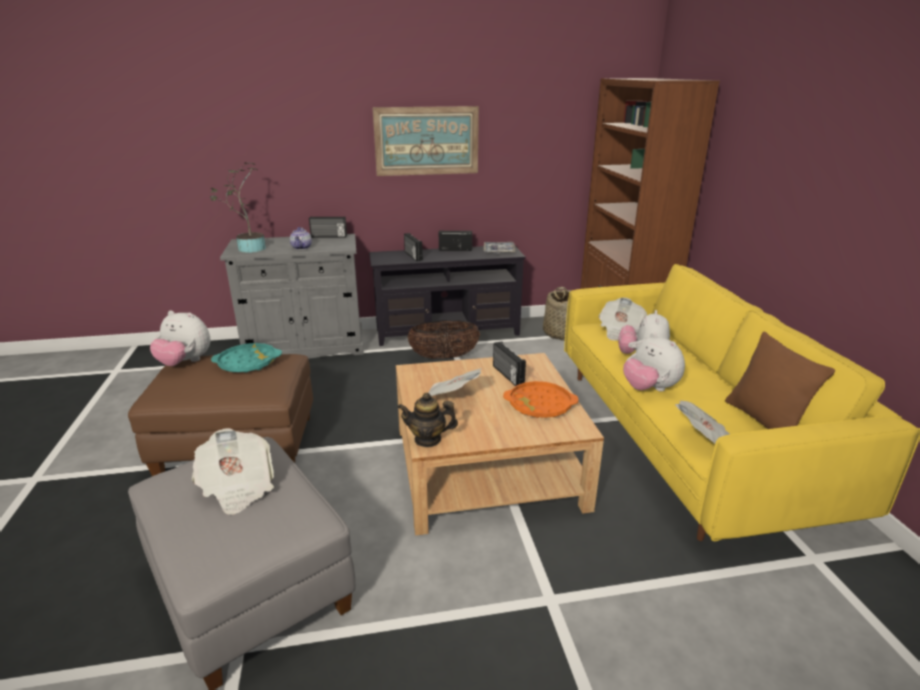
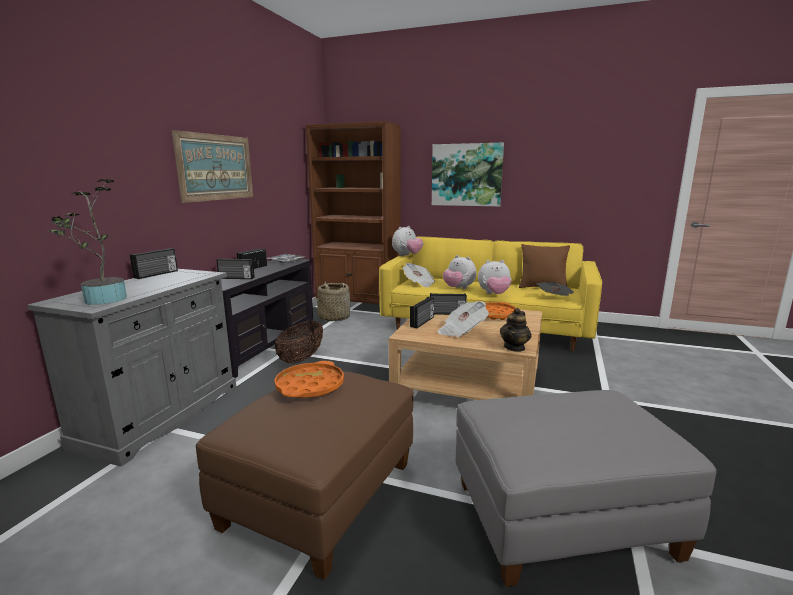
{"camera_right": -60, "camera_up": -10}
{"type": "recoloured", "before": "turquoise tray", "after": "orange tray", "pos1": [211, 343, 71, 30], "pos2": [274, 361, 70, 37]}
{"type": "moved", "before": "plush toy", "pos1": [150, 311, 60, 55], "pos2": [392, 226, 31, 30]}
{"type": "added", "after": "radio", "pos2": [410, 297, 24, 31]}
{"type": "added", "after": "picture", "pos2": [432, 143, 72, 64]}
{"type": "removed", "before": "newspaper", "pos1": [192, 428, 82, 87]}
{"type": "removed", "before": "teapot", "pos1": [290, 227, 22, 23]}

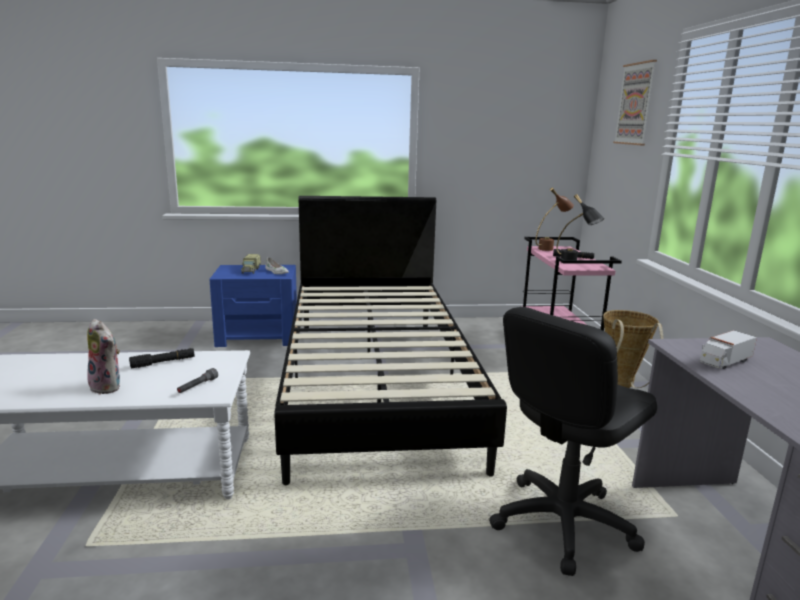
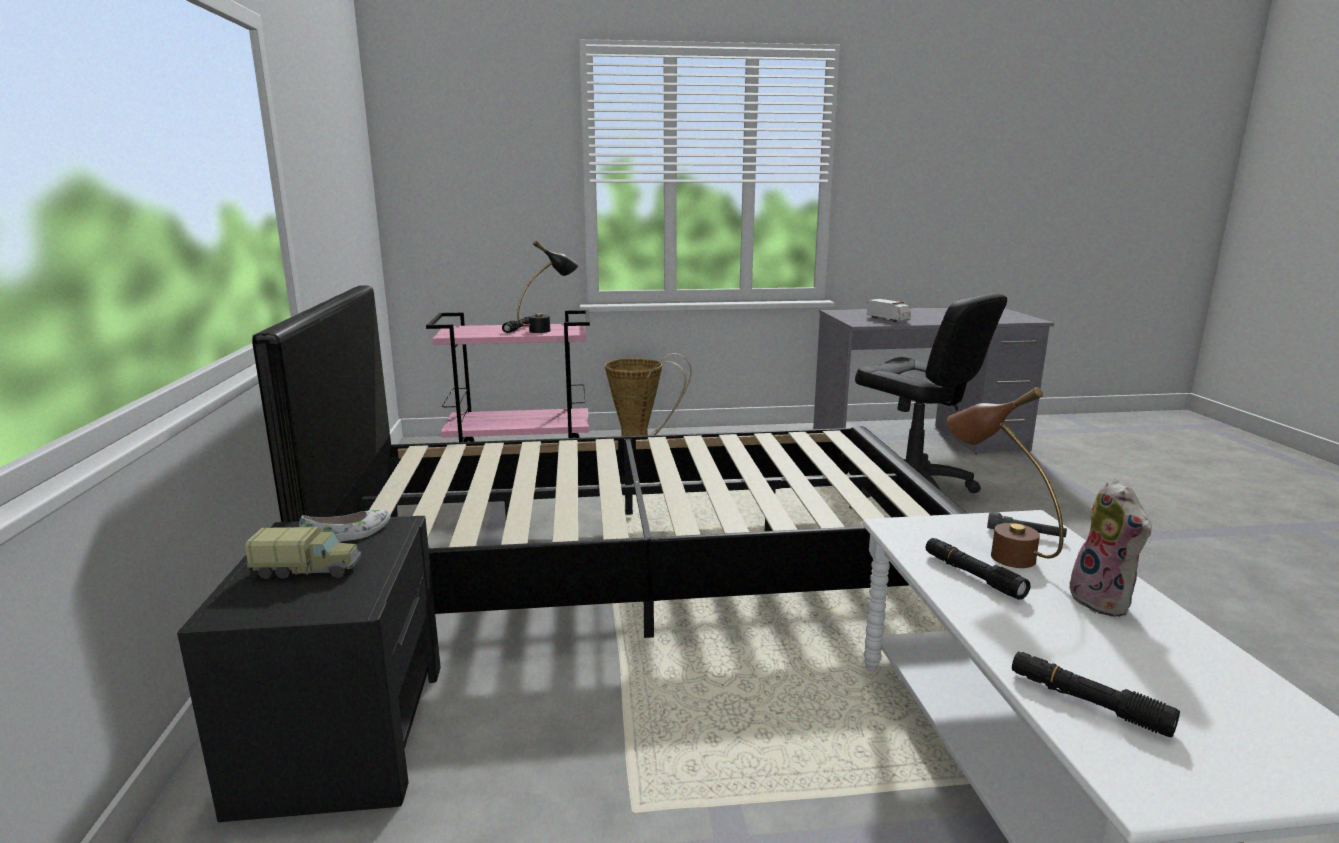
{"camera_right": -90, "camera_up": 0}
{"type": "recoloured", "before": "blue nightstand", "after": "black nightstand", "pos1": [209, 265, 88, 82], "pos2": [177, 516, 264, 306]}
{"type": "moved", "before": "brown table lamp", "pos1": [535, 187, 39, 64], "pos2": [947, 387, 117, 181]}
{"type": "added", "after": "black flashlight", "pos2": [1012, 651, 168, 86]}
{"type": "turned", "before": "plush toy", "pos1": [86, 319, 35, 76], "pos2": [1063, 479, 89, 138], "turn": 135}
{"type": "removed", "before": "picture", "pos1": [613, 60, 44, 85]}

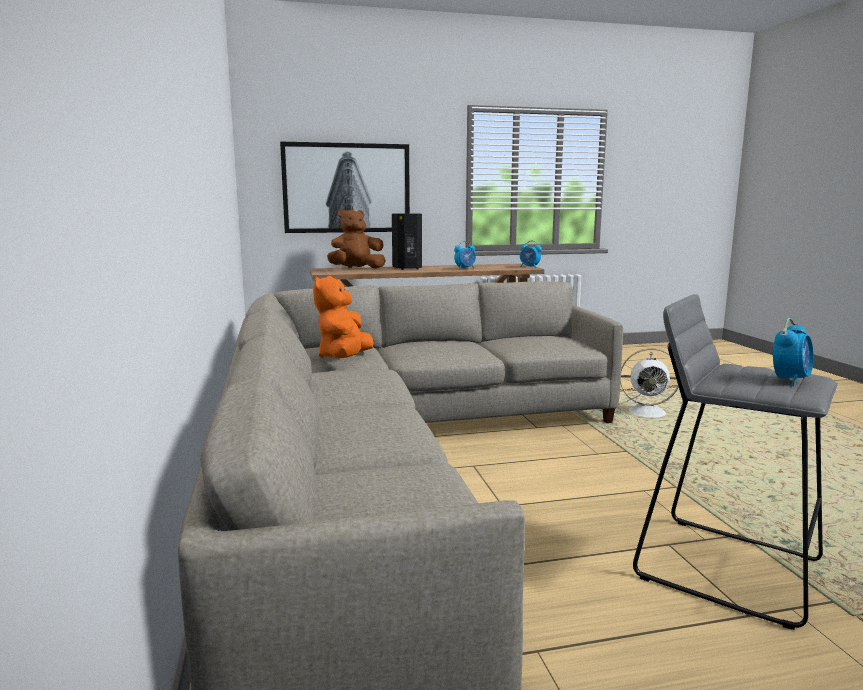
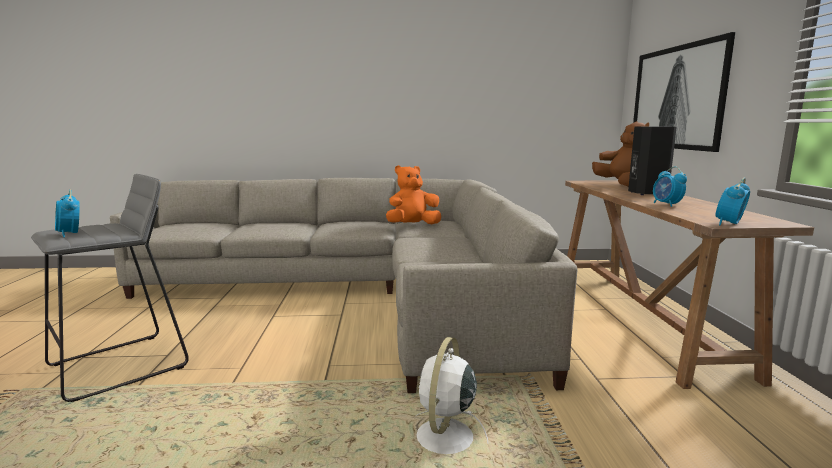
{"camera_right": 100, "camera_up": 0}
{"type": "turned", "before": "orange plush toy", "pos1": [313, 276, 61, 82], "pos2": [386, 165, 55, 59], "turn": -45}

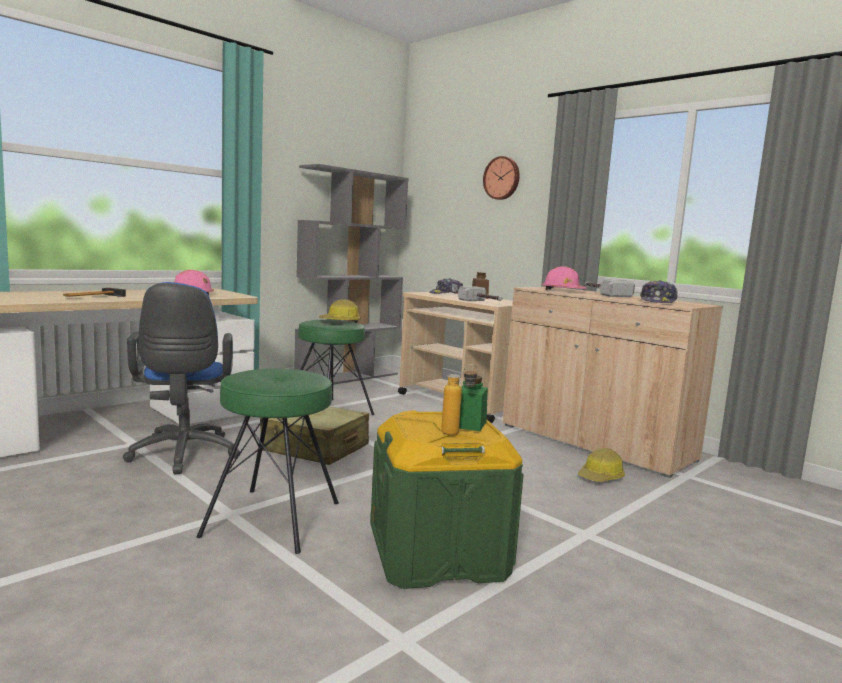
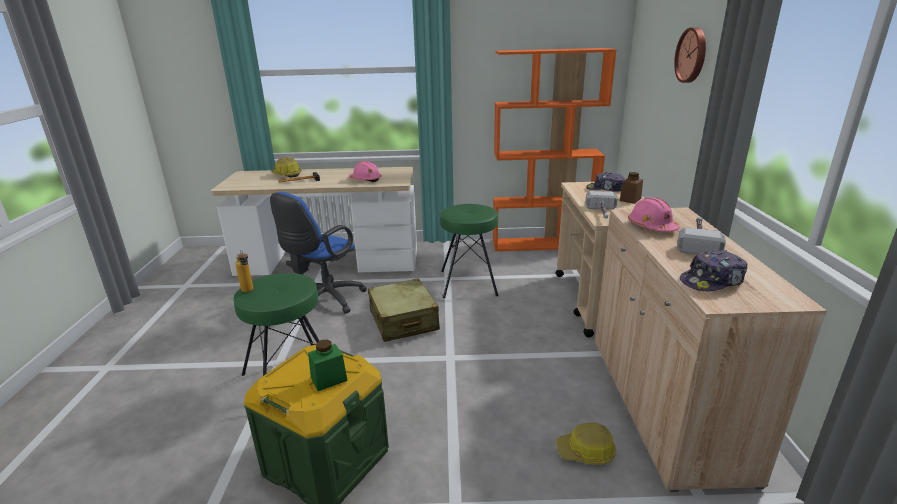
{"camera_right": 45, "camera_up": 15}
{"type": "moved", "before": "bottle", "pos1": [441, 364, 38, 71], "pos2": [235, 250, 18, 42]}
{"type": "moved", "before": "hard hat", "pos1": [319, 299, 42, 24], "pos2": [271, 157, 31, 21]}
{"type": "recoloured", "before": "grey bookcase", "after": "orange bookcase", "pos1": [294, 164, 114, 221], "pos2": [493, 48, 124, 203]}

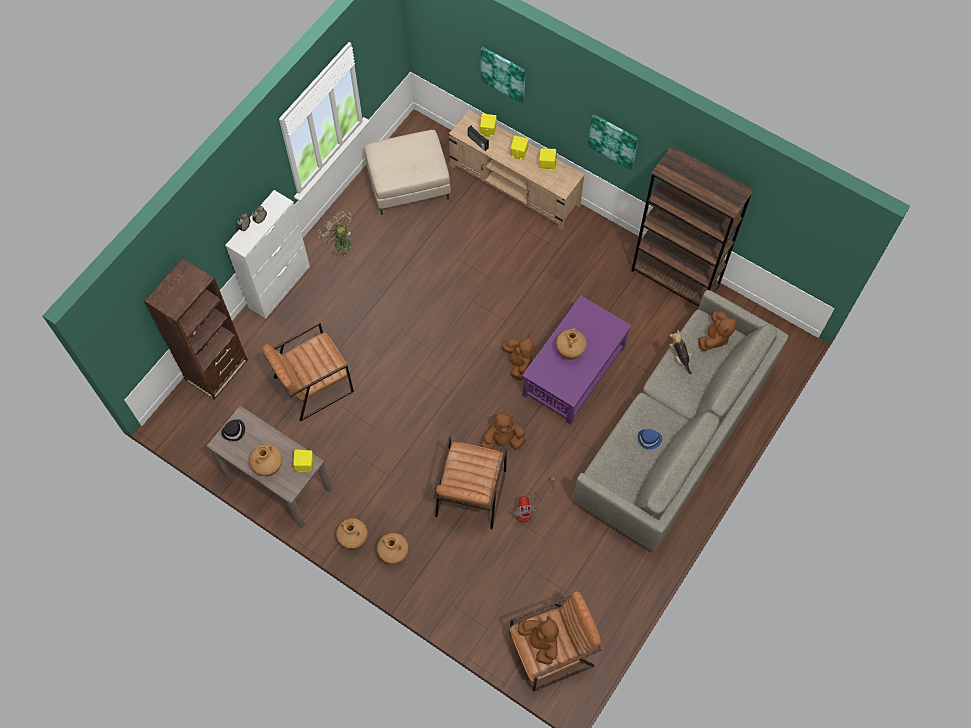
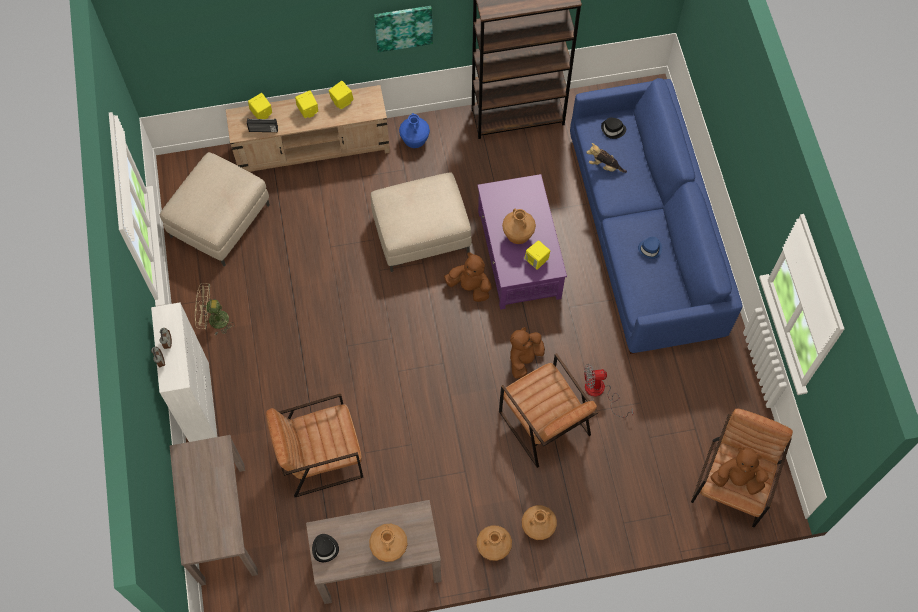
{"camera_right": -45, "camera_up": 0}
{"type": "replaced", "before": "brown bookcase", "after": "brown console table", "pos1": [144, 258, 104, 142], "pos2": [170, 435, 88, 151]}
{"type": "turned", "before": "brown armchair", "pos1": [262, 322, 92, 100], "pos2": [266, 393, 98, 104], "turn": 60}
{"type": "added", "after": "beige ottoman", "pos2": [371, 173, 101, 99]}
{"type": "added", "after": "blue vase", "pos2": [399, 113, 31, 35]}
{"type": "moved", "before": "yellow speaker", "pos1": [293, 450, 20, 22], "pos2": [524, 240, 26, 29]}
{"type": "recoloured", "before": "grey sofa", "after": "blue sofa", "pos1": [573, 290, 215, 261], "pos2": [570, 78, 172, 276]}
{"type": "turned", "before": "fan", "pos1": [514, 477, 41, 45], "pos2": [584, 364, 49, 53], "turn": 135}
{"type": "replaced", "before": "brown plush toy", "after": "black hat", "pos1": [698, 311, 39, 40], "pos2": [601, 117, 25, 22]}
{"type": "removed", "before": "picture", "pos1": [481, 47, 44, 56]}

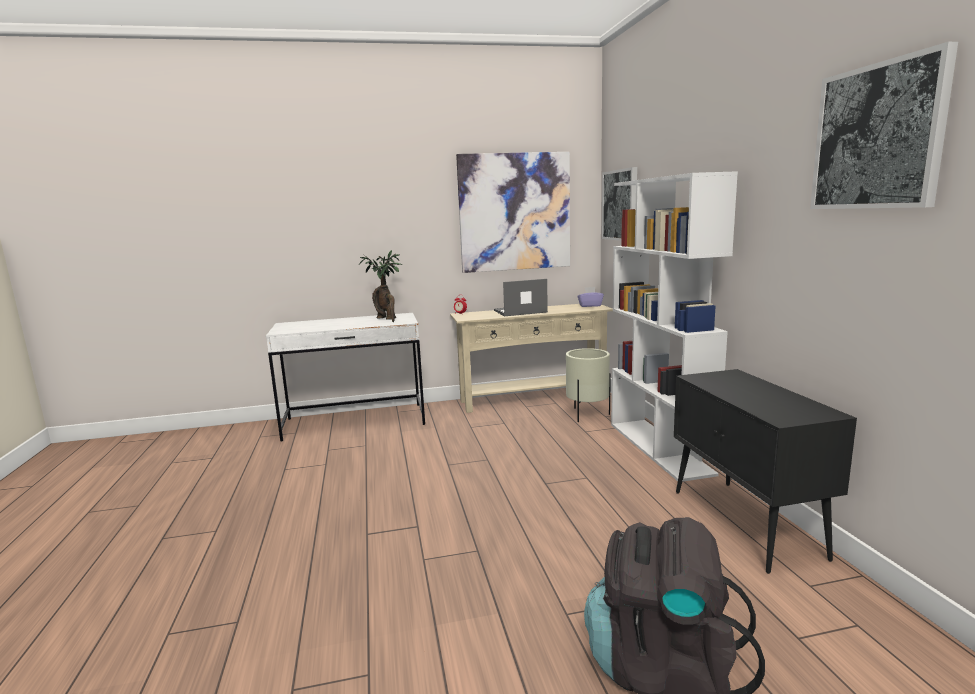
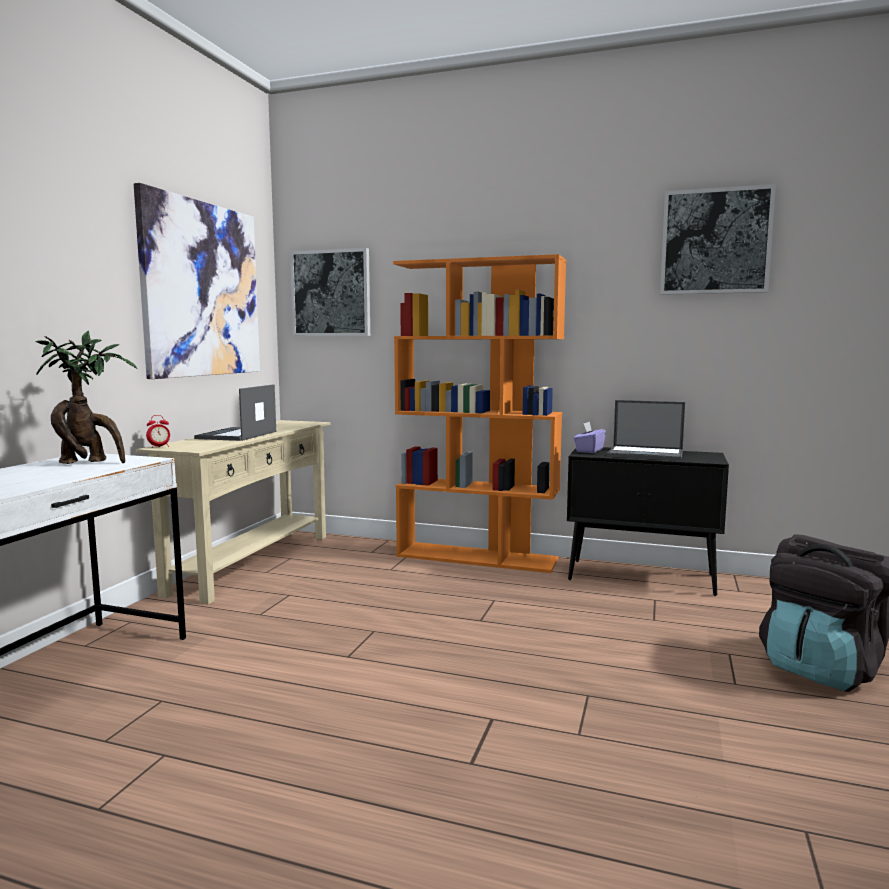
{"camera_right": -60, "camera_up": -5}
{"type": "recoloured", "before": "white bookcase", "after": "orange bookcase", "pos1": [611, 171, 127, 311], "pos2": [393, 254, 173, 319]}
{"type": "moved", "before": "purple tissue box", "pos1": [577, 287, 27, 20], "pos2": [573, 422, 33, 31]}
{"type": "added", "after": "laptop", "pos2": [607, 400, 78, 61]}
{"type": "removed", "before": "beige planter", "pos1": [566, 348, 45, 74]}

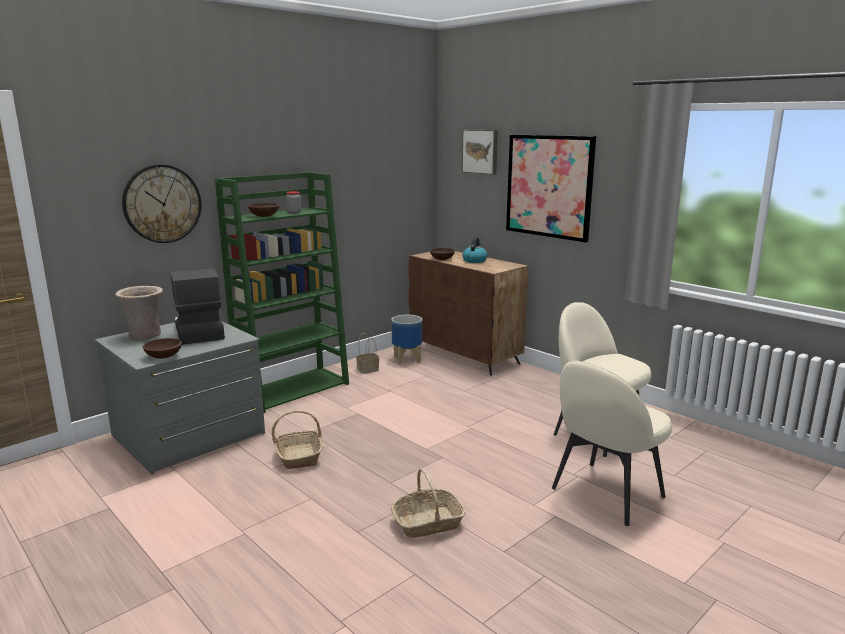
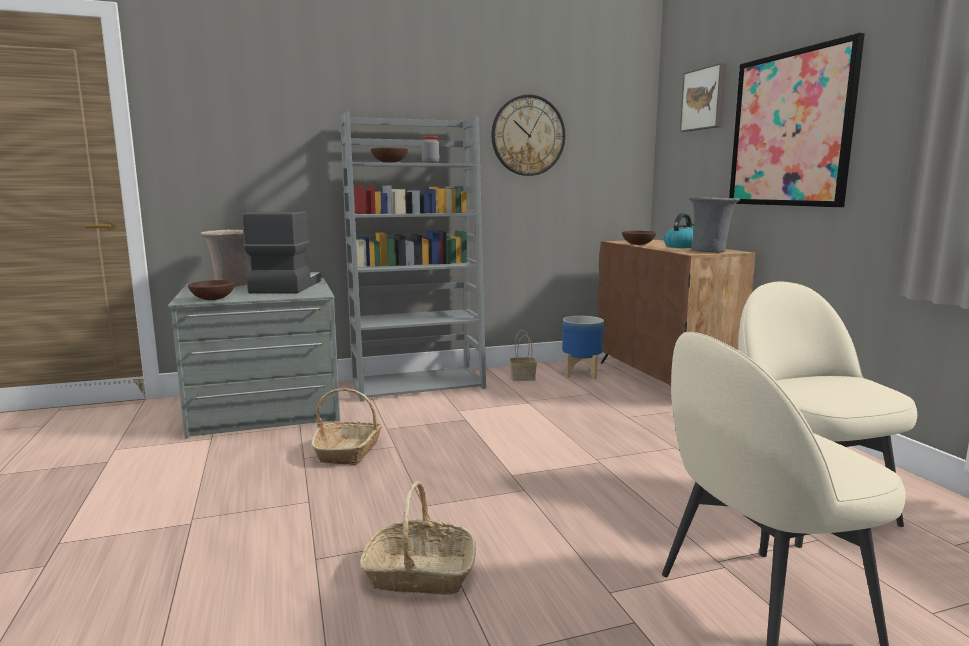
{"camera_right": 25, "camera_up": -5}
{"type": "recoloured", "before": "green bookcase", "after": "grey bookcase", "pos1": [215, 172, 134, 241], "pos2": [340, 112, 146, 290]}
{"type": "moved", "before": "wall clock", "pos1": [122, 164, 79, 79], "pos2": [492, 95, 73, 81]}
{"type": "added", "after": "grey vase", "pos2": [688, 197, 52, 56]}

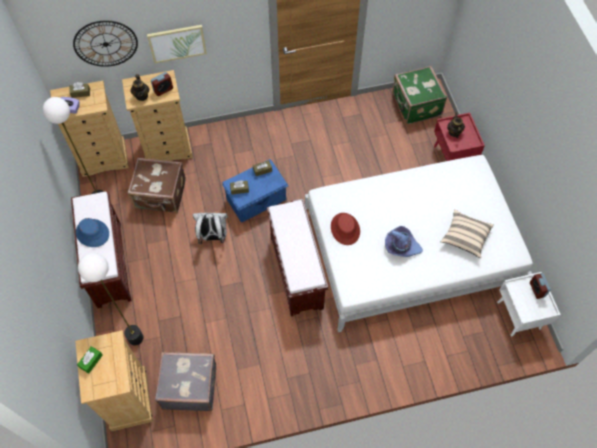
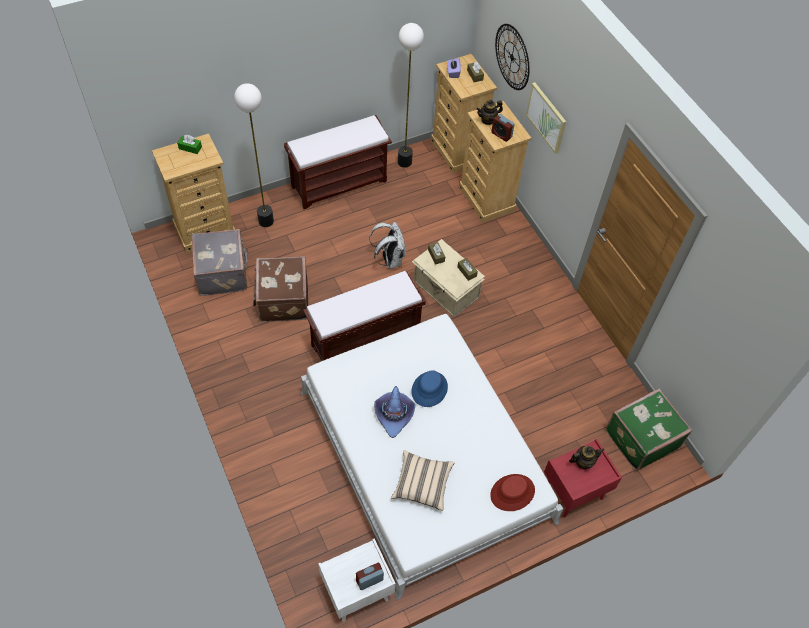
{"camera_right": 75, "camera_up": -5}
{"type": "moved", "before": "brown suitcase", "pos1": [128, 158, 58, 55], "pos2": [253, 256, 55, 66]}
{"type": "recoloured", "before": "blue storage box", "after": "beige storage box", "pos1": [222, 159, 66, 64], "pos2": [412, 239, 73, 78]}
{"type": "moved", "before": "blue hat", "pos1": [76, 218, 33, 29], "pos2": [412, 370, 36, 37]}
{"type": "moved", "before": "red hat", "pos1": [331, 213, 29, 32], "pos2": [490, 474, 45, 37]}

